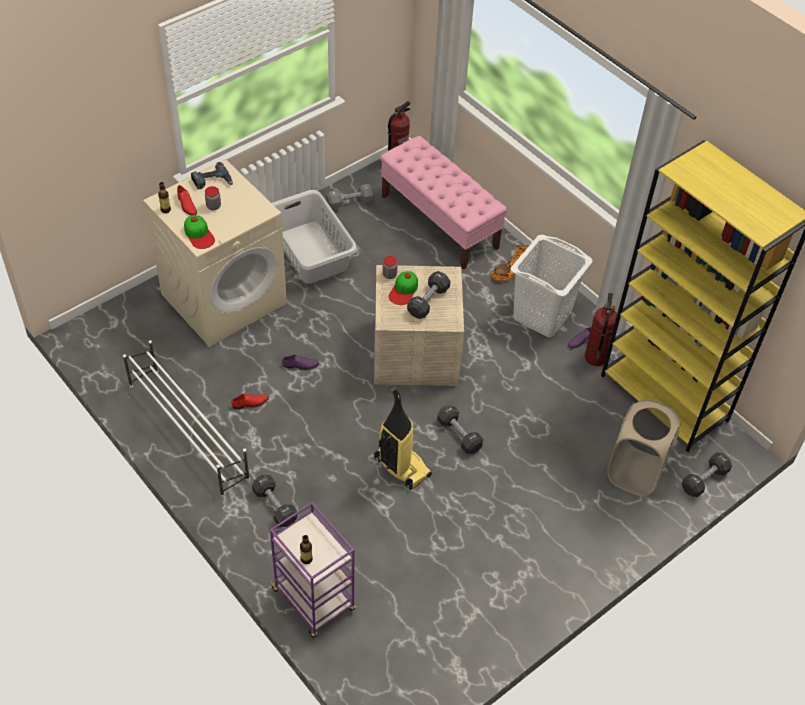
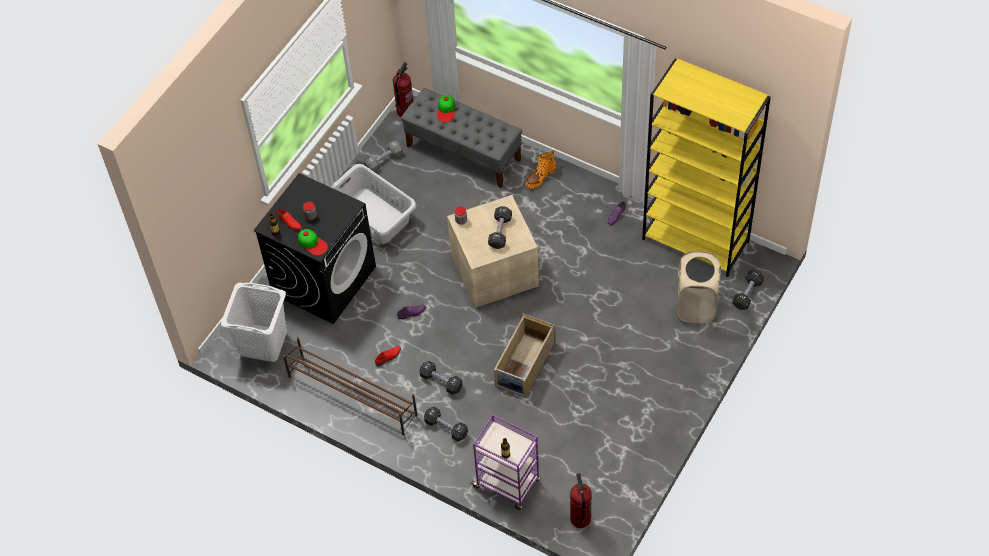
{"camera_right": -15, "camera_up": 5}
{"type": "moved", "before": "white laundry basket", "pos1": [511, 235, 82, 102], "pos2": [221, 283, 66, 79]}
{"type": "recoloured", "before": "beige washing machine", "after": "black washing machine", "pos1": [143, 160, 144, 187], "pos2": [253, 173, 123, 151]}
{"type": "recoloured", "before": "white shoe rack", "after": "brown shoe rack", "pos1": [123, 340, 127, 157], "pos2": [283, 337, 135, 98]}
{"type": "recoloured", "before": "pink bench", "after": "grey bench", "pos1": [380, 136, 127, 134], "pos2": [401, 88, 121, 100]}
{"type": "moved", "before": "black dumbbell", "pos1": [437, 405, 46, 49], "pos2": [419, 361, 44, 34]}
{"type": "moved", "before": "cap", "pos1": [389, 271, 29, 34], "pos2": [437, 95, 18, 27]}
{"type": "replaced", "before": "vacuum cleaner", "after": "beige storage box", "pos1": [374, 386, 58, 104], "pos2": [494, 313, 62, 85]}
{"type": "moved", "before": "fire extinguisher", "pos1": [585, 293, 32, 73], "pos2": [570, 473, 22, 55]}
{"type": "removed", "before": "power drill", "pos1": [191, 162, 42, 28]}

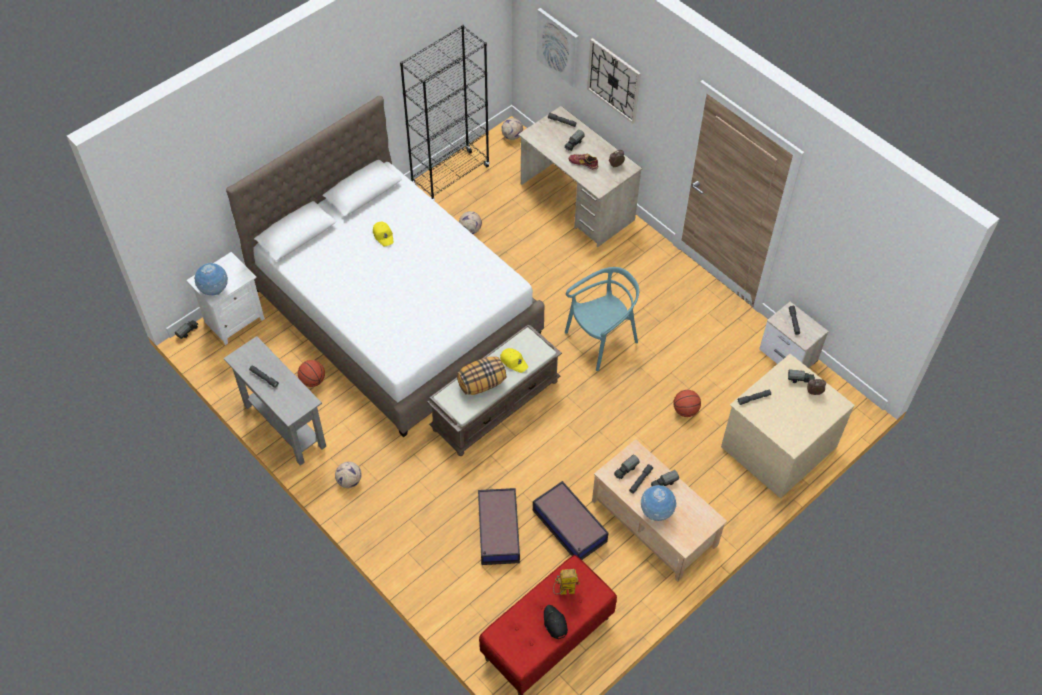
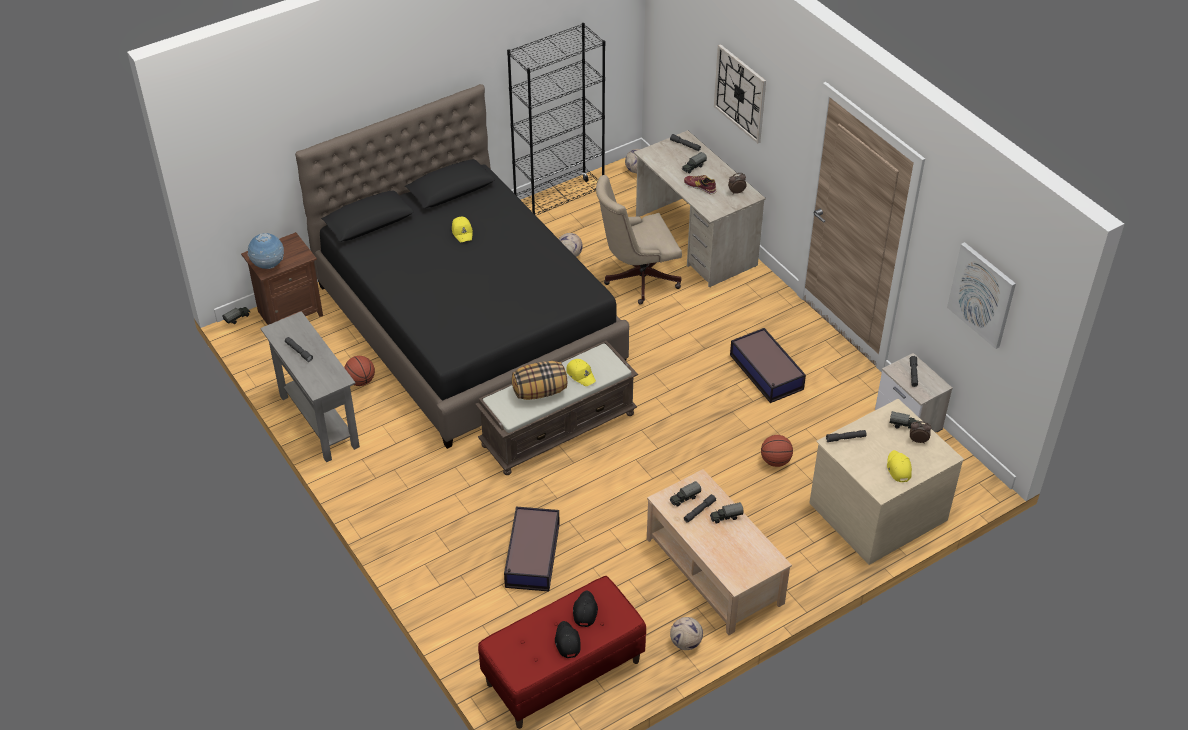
{"camera_right": 10, "camera_up": -10}
{"type": "recoloured", "before": "white nightstand", "after": "brown nightstand", "pos1": [186, 252, 79, 93], "pos2": [241, 232, 82, 93]}
{"type": "recoloured", "before": "white bed", "after": "black bed", "pos1": [226, 96, 319, 341], "pos2": [295, 84, 334, 365]}
{"type": "replaced", "before": "toy robot", "after": "black cap", "pos1": [553, 569, 27, 26], "pos2": [573, 590, 25, 37]}
{"type": "added", "after": "beige office chair", "pos2": [596, 175, 86, 130]}
{"type": "moved", "before": "football", "pos1": [335, 462, 27, 26], "pos2": [670, 617, 33, 33]}
{"type": "moved", "before": "storage box", "pos1": [533, 481, 76, 79], "pos2": [730, 328, 76, 75]}
{"type": "added", "after": "yellow cap", "pos2": [887, 450, 25, 32]}
{"type": "moved", "before": "picture", "pos1": [536, 8, 43, 79], "pos2": [947, 242, 69, 107]}
{"type": "removed", "before": "turquoise chair", "pos1": [565, 267, 74, 104]}
{"type": "removed", "before": "globe", "pos1": [641, 485, 36, 36]}

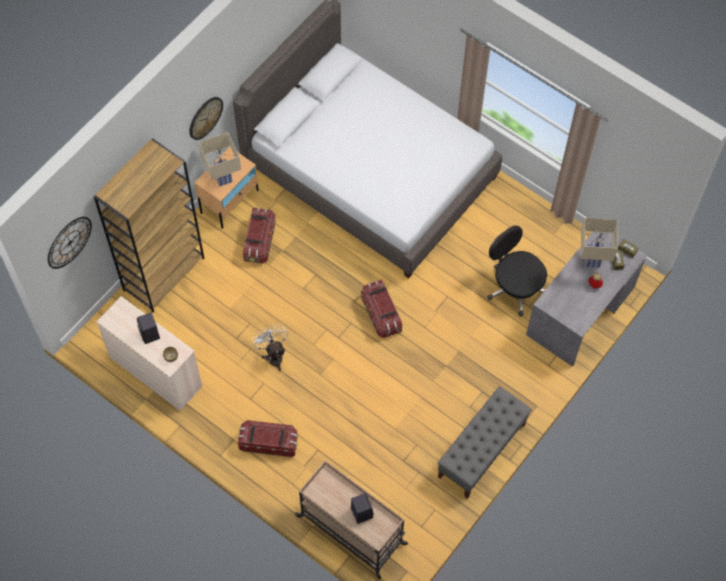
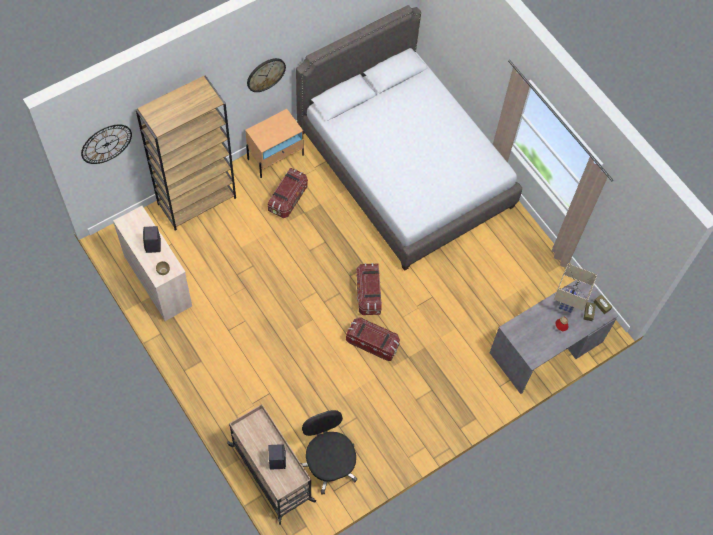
{"camera_right": 15, "camera_up": 0}
{"type": "moved", "before": "black office chair", "pos1": [487, 225, 60, 92], "pos2": [301, 410, 57, 85]}
{"type": "moved", "before": "storage box", "pos1": [238, 420, 60, 37], "pos2": [346, 317, 54, 44]}
{"type": "removed", "before": "beige table lamp", "pos1": [199, 132, 42, 55]}
{"type": "removed", "before": "white fan", "pos1": [252, 324, 36, 47]}
{"type": "removed", "before": "grey bench", "pos1": [438, 387, 94, 112]}

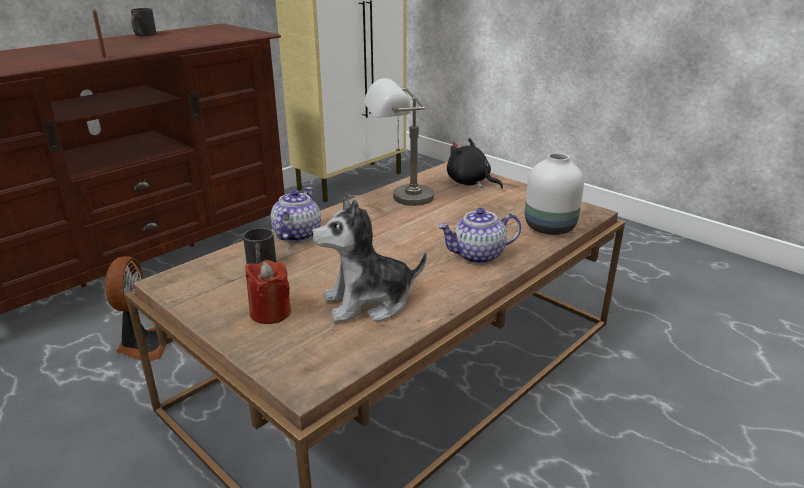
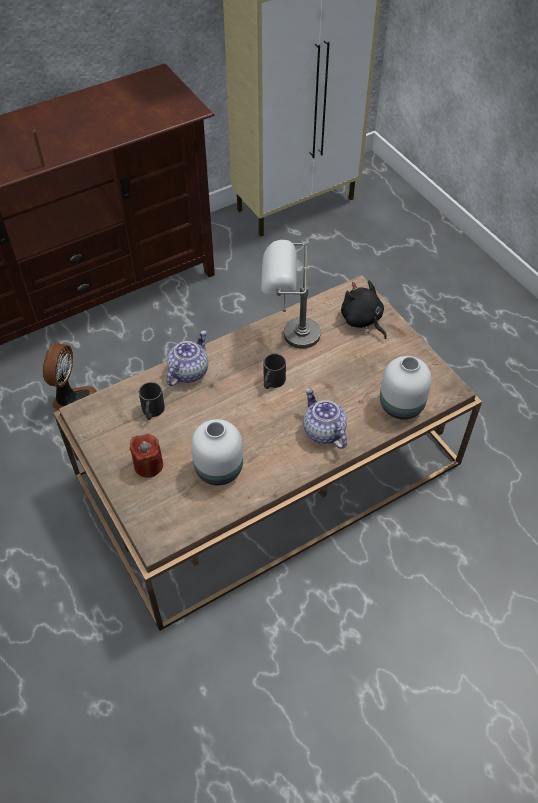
{"camera_right": 15, "camera_up": 25}
{"type": "replaced", "before": "plush toy", "after": "white vase", "pos1": [311, 197, 115, 126], "pos2": [191, 419, 52, 66]}
{"type": "moved", "before": "black mug", "pos1": [131, 8, 26, 29], "pos2": [264, 354, 22, 35]}
{"type": "turned", "before": "teapot", "pos1": [438, 208, 83, 56], "pos2": [303, 388, 44, 61], "turn": 60}

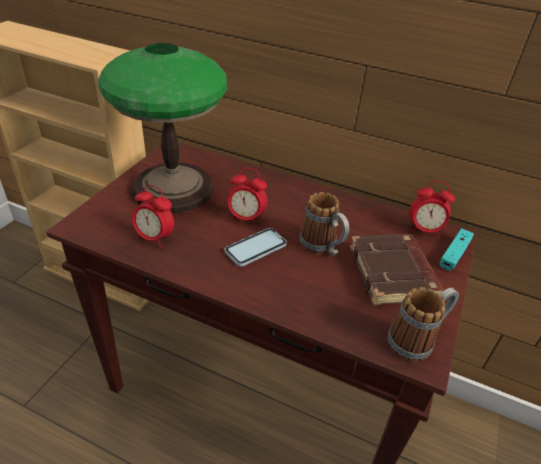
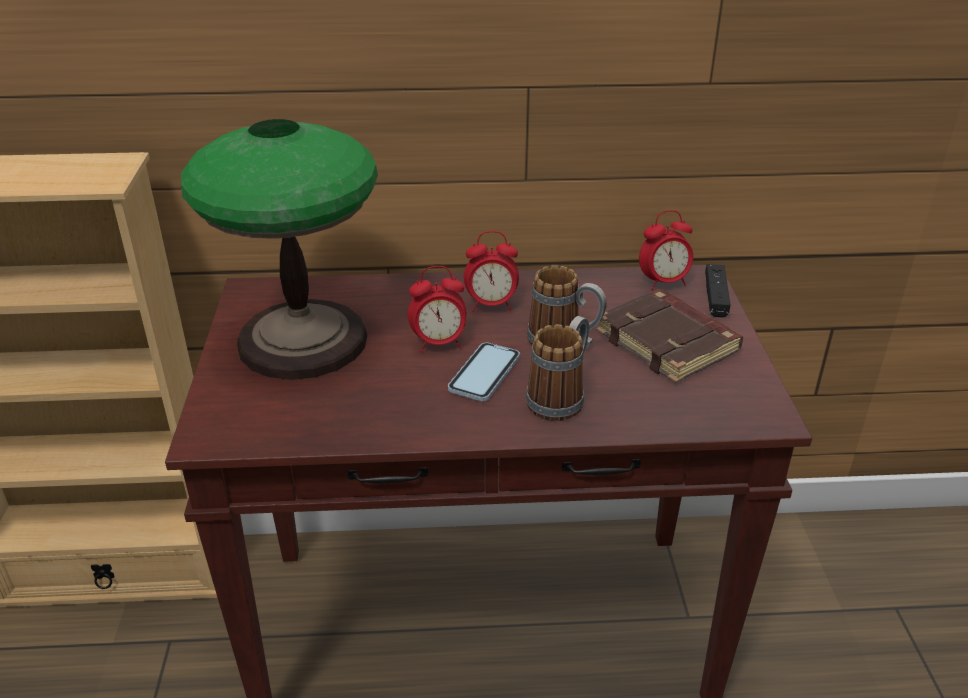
{"camera_right": -25, "camera_up": -5}
{"type": "moved", "before": "alarm clock", "pos1": [132, 185, 42, 63], "pos2": [464, 231, 55, 81]}
{"type": "moved", "before": "mug", "pos1": [387, 287, 72, 74], "pos2": [526, 316, 63, 105]}
{"type": "recoloured", "before": "turquoise game controller", "after": "black game controller", "pos1": [439, 228, 35, 43], "pos2": [705, 264, 25, 53]}

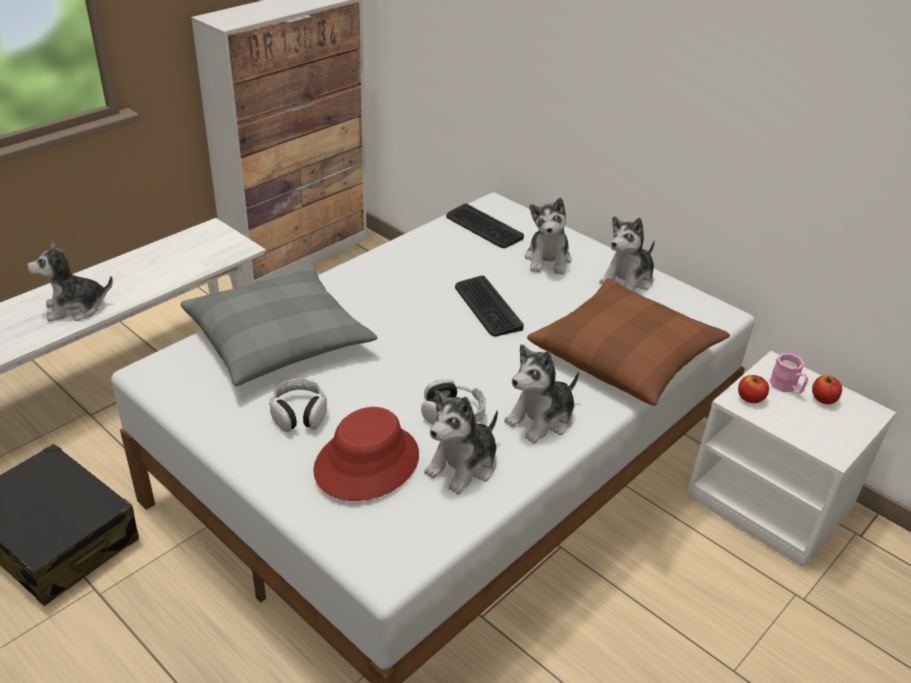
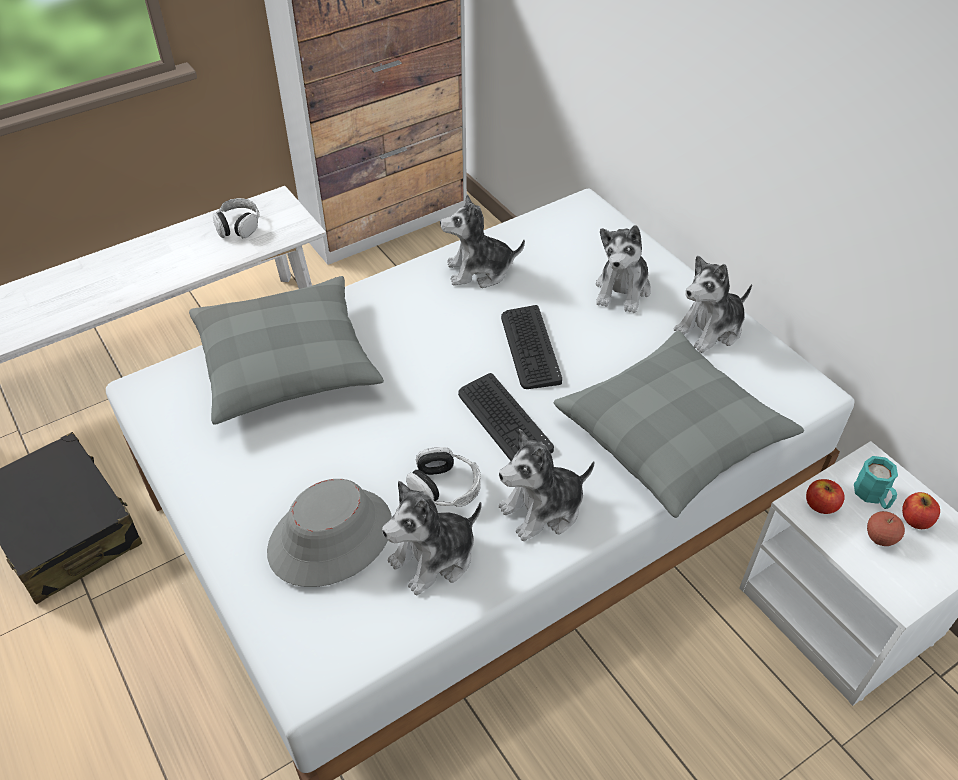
{"camera_right": 15, "camera_up": 10}
{"type": "moved", "before": "headphones", "pos1": [269, 378, 58, 54], "pos2": [213, 198, 46, 40]}
{"type": "recoloured", "before": "red hat", "after": "grey hat", "pos1": [313, 407, 106, 94], "pos2": [267, 479, 125, 108]}
{"type": "moved", "before": "plush toy", "pos1": [27, 241, 86, 80], "pos2": [440, 194, 85, 94]}
{"type": "moved", "before": "keyboard", "pos1": [446, 203, 78, 45], "pos2": [458, 373, 96, 88]}
{"type": "recoloured", "before": "brown pillow", "after": "grey pillow", "pos1": [527, 278, 203, 128], "pos2": [554, 331, 250, 187]}
{"type": "recoloured", "before": "pink mug", "after": "turquoise mug", "pos1": [769, 353, 39, 40], "pos2": [854, 456, 44, 53]}
{"type": "added", "after": "apple", "pos2": [867, 511, 38, 35]}

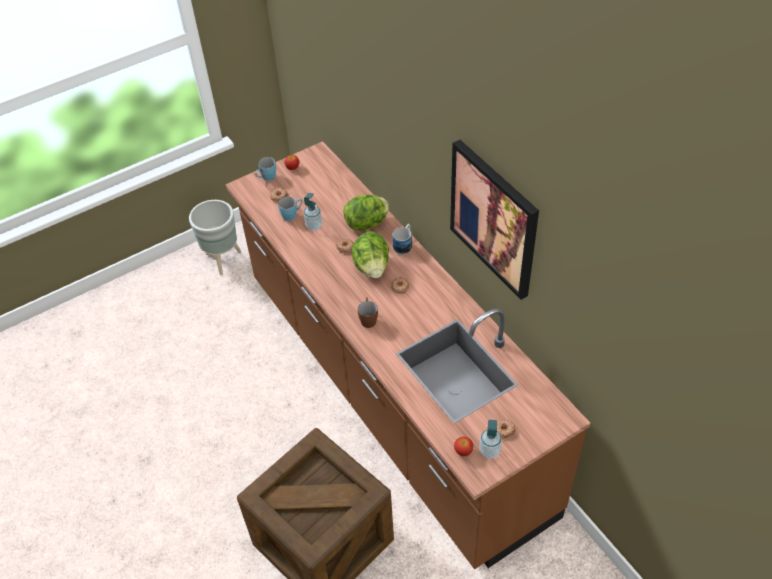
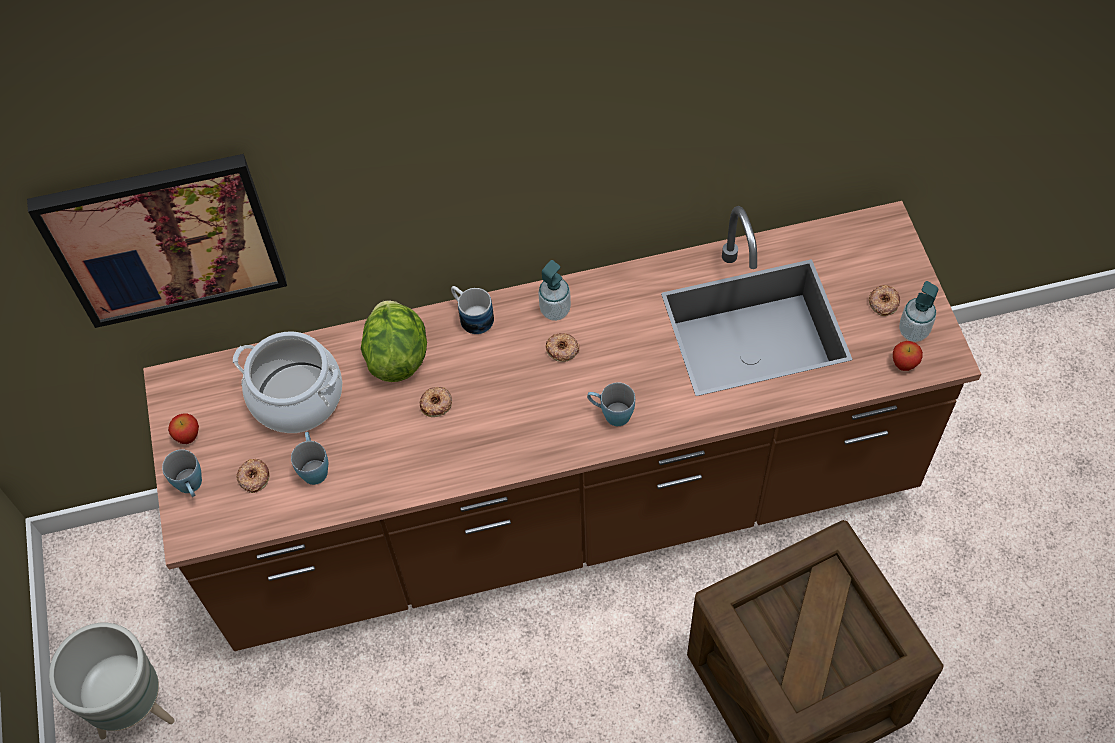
{"camera_right": -70, "camera_up": 10}
{"type": "moved", "before": "picture", "pos1": [450, 140, 89, 160], "pos2": [27, 154, 260, 174]}
{"type": "added", "after": "cooking pot", "pos2": [233, 332, 109, 101]}
{"type": "moved", "before": "soap dispenser", "pos1": [304, 193, 18, 38], "pos2": [538, 260, 33, 61]}
{"type": "recoloured", "before": "brown mug", "after": "blue mug", "pos1": [358, 297, 20, 31], "pos2": [587, 382, 48, 44]}
{"type": "removed", "before": "lettuce", "pos1": [352, 232, 37, 46]}

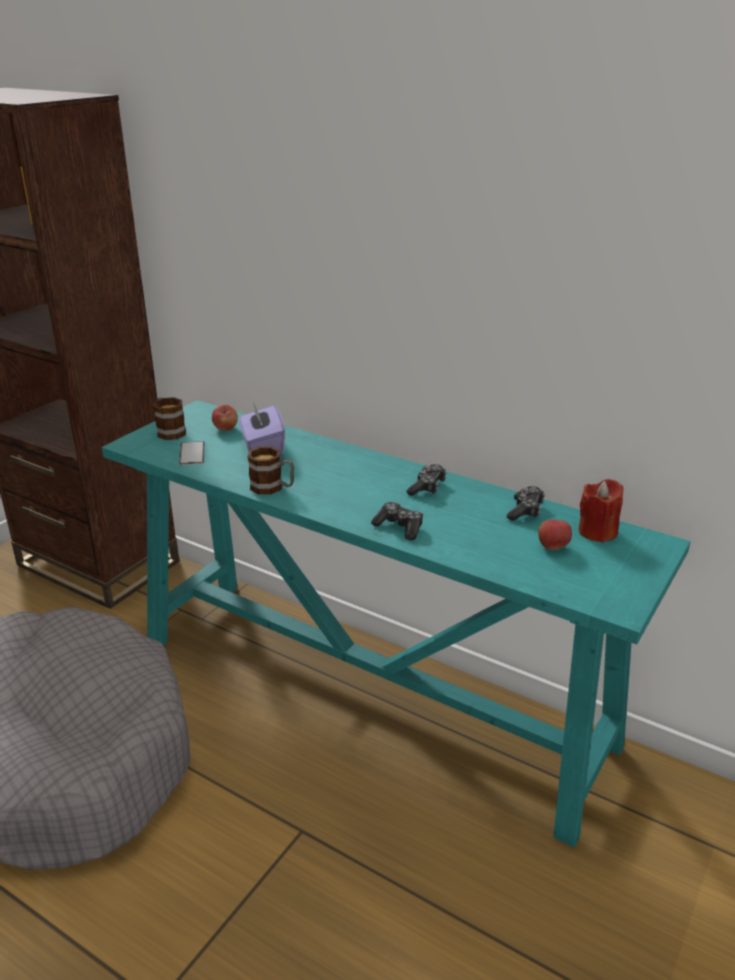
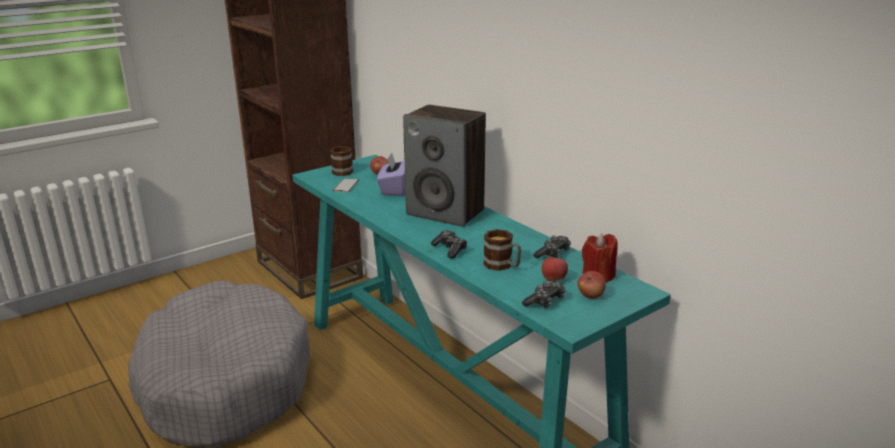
{"camera_right": 20, "camera_up": -5}
{"type": "added", "after": "speaker", "pos2": [403, 105, 83, 122]}
{"type": "moved", "before": "mug", "pos1": [247, 447, 47, 47], "pos2": [484, 229, 37, 42]}
{"type": "moved", "before": "game controller", "pos1": [406, 464, 41, 32], "pos2": [522, 281, 44, 27]}
{"type": "added", "after": "apple", "pos2": [578, 271, 28, 28]}

